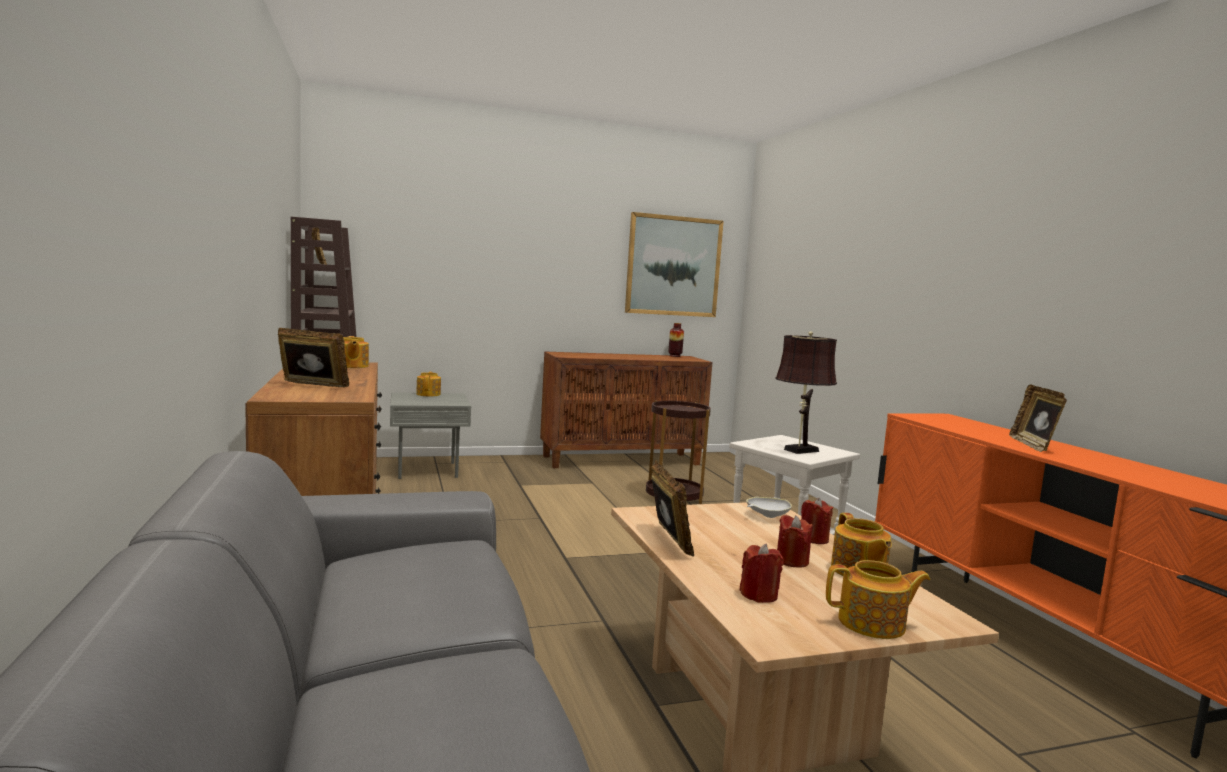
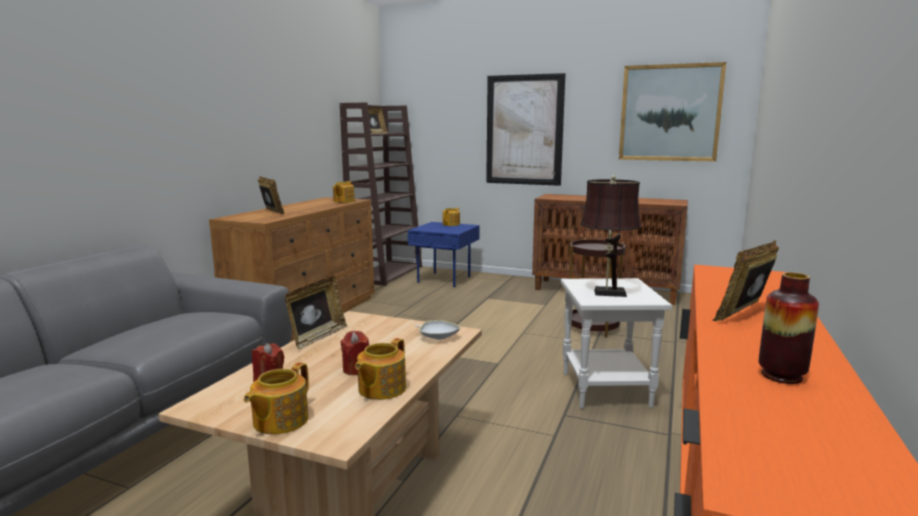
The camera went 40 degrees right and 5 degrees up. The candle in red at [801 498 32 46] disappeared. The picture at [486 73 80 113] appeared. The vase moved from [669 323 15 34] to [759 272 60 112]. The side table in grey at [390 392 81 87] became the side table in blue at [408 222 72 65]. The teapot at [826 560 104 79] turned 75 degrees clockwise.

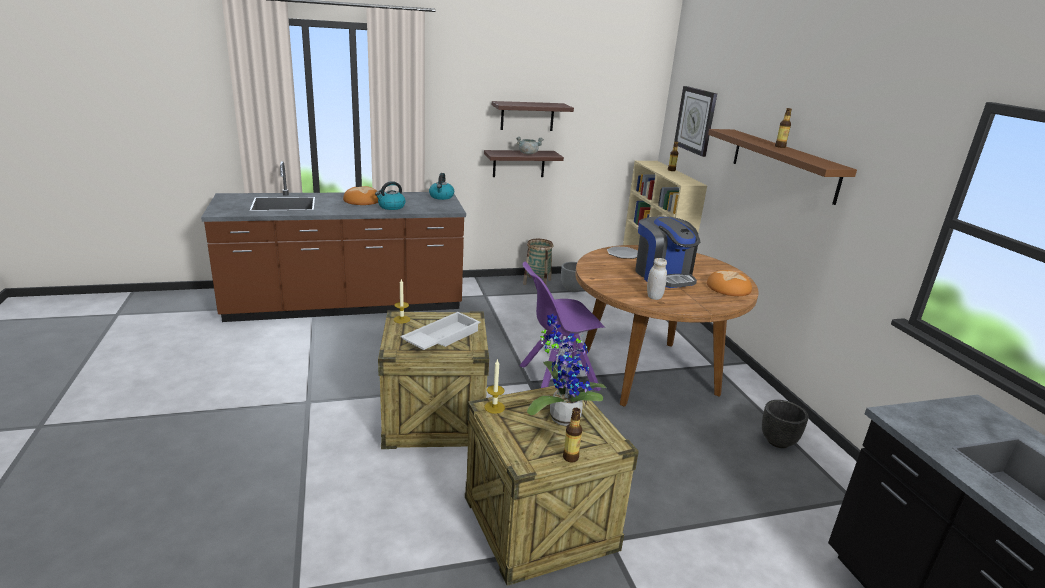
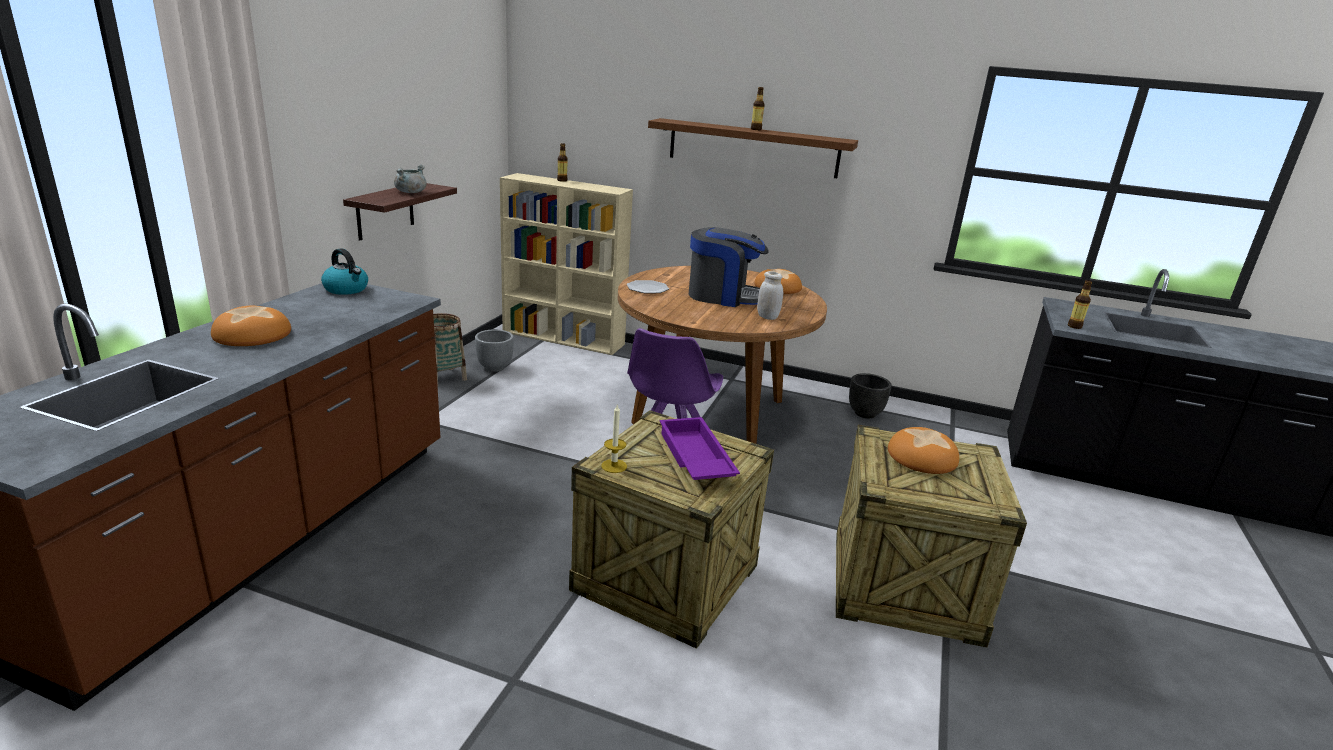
The camera went 55 degrees left and 0 degrees up. The kettle at [375 181 31 29] disappeared. The candle at [484 359 21 55] disappeared. The shelf at [492 101 82 30] disappeared. The wall clock at [674 86 43 71] disappeared. The bottle moved from [563 408 19 55] to [1068 280 24 49]. The potted plant at [527 313 80 113] was replaced by the bread at [888 427 71 47]. The tray in white at [401 312 80 38] became the tray in purple at [660 417 80 63].

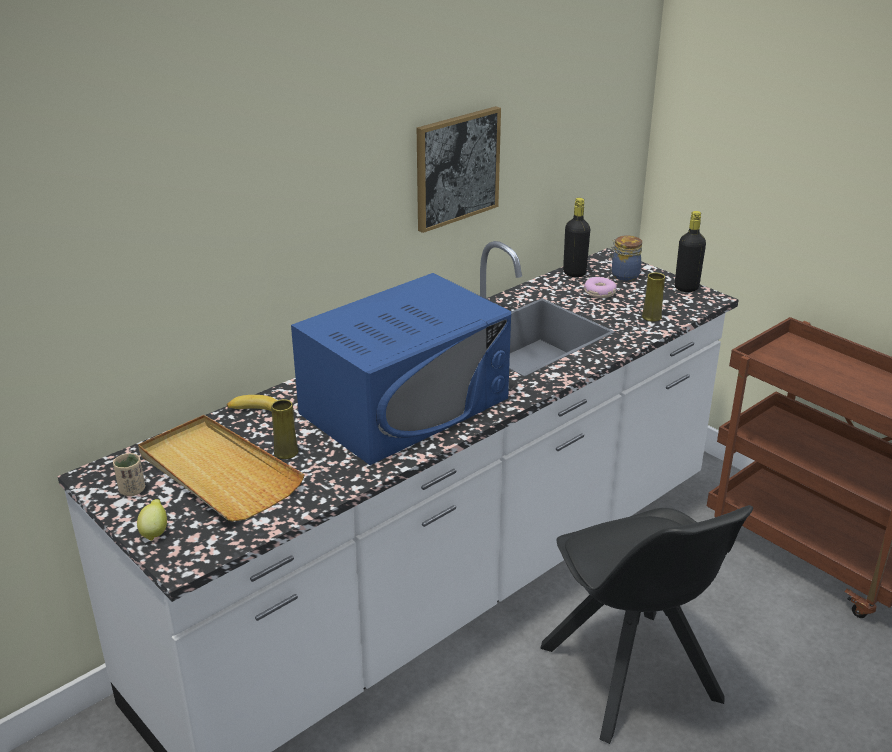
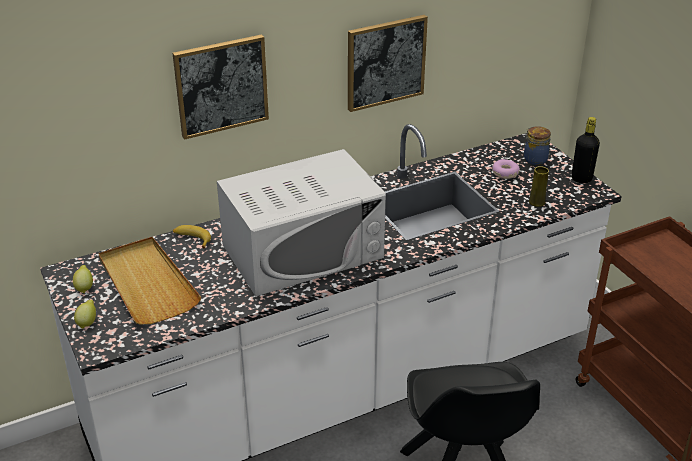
The camera went 15 degrees right and 5 degrees up. The vase in yellow at [271 399 27 60] disappeared. The bottle in black at [563 198 27 79] disappeared. The picture at [173 34 96 106] appeared. The cup in beige at [113 453 32 43] was replaced by the lemon at [73 265 20 28]. The microwave in blue at [291 273 220 192] became the microwave in white at [217 149 169 148].

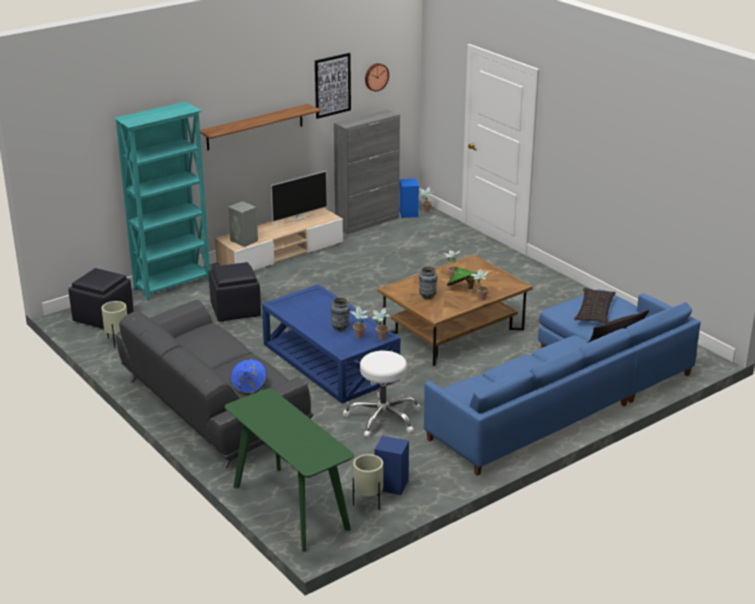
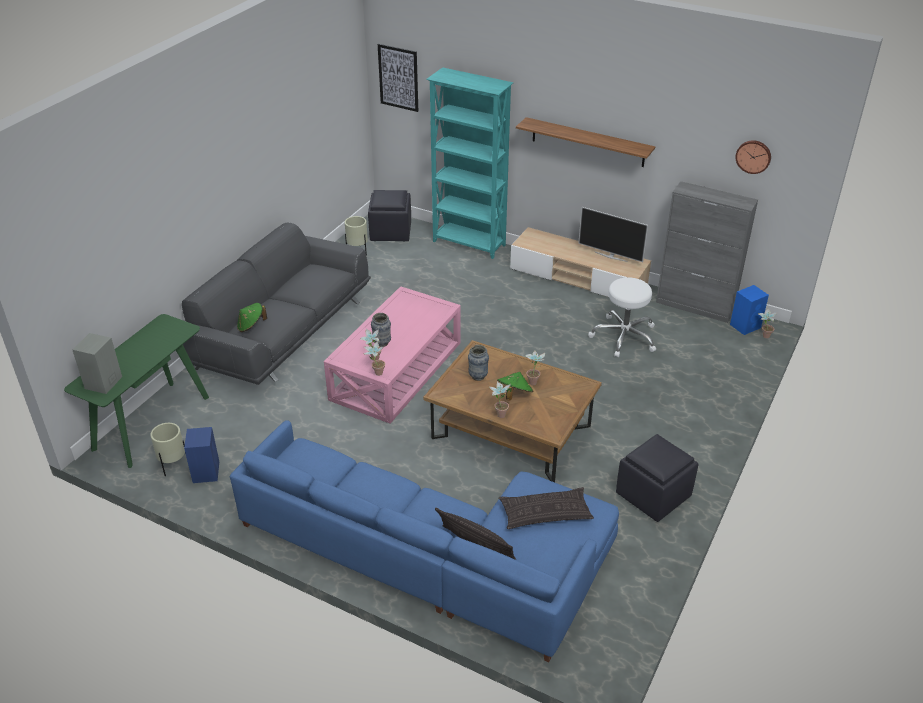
The camera went 65 degrees right and 10 degrees up. The ottoman in black moved from [208 262 53 60] to [616 434 83 88]. The speaker in grey moved from [228 201 30 46] to [73 333 49 61]. The picture moved from [315 53 36 66] to [378 44 40 68]. The stool in white moved from [343 351 78 87] to [588 277 68 80]. The hat in blue at [230 359 37 35] became the hat in green at [237 303 30 29]. The coffee table in blue at [262 284 138 119] became the coffee table in pink at [324 286 137 138].

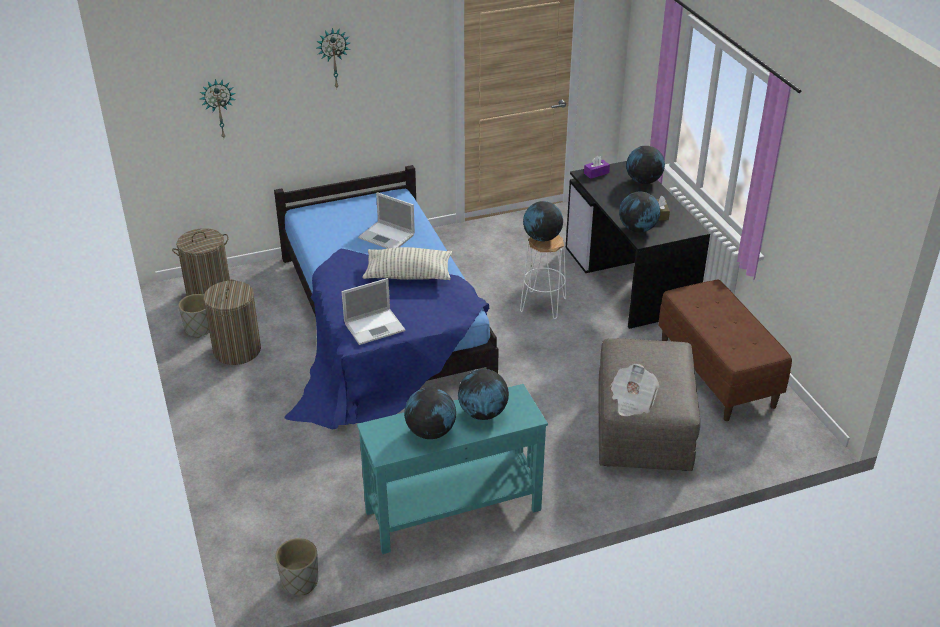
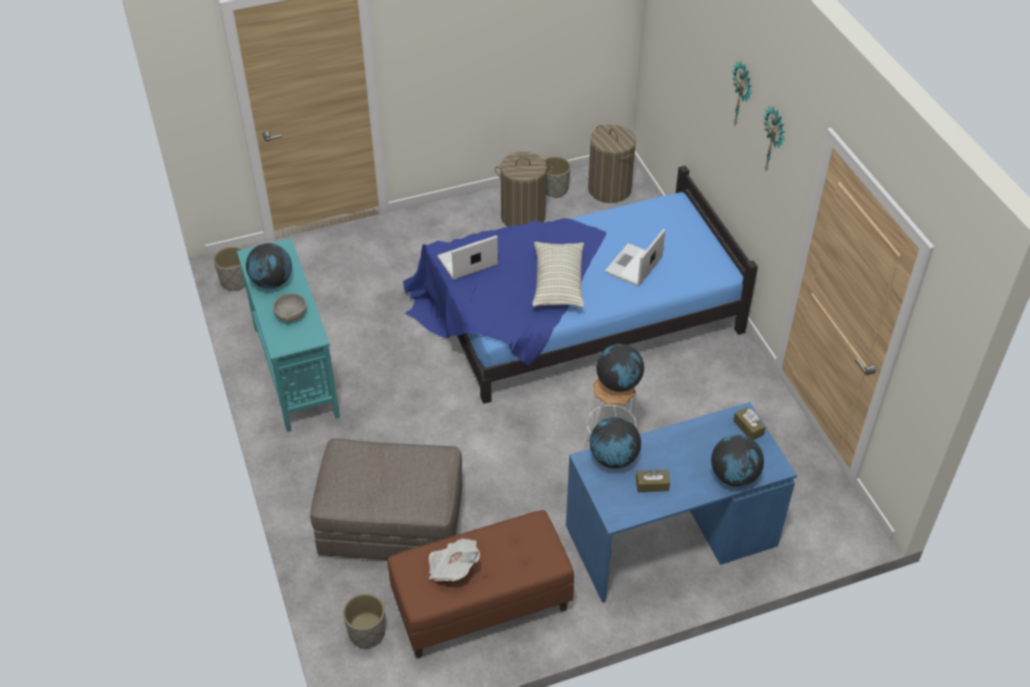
The camera went 90 degrees right and 10 degrees up. The planter in grey at [343 593 42 56] appeared. The wall clock moved from [199 79 37 59] to [764 107 21 63]. The newspaper moved from [610 364 49 52] to [429 538 51 43]. The globe at [458 369 51 51] was replaced by the bowl in grey at [273 293 34 29]. The desk in black at [566 161 144 168] became the desk in blue at [566 402 231 201]. The tissue box in purple at [584 156 26 23] became the tissue box in brown at [733 407 33 33]. The laptop at [342 278 64 67] turned 90 degrees clockwise.

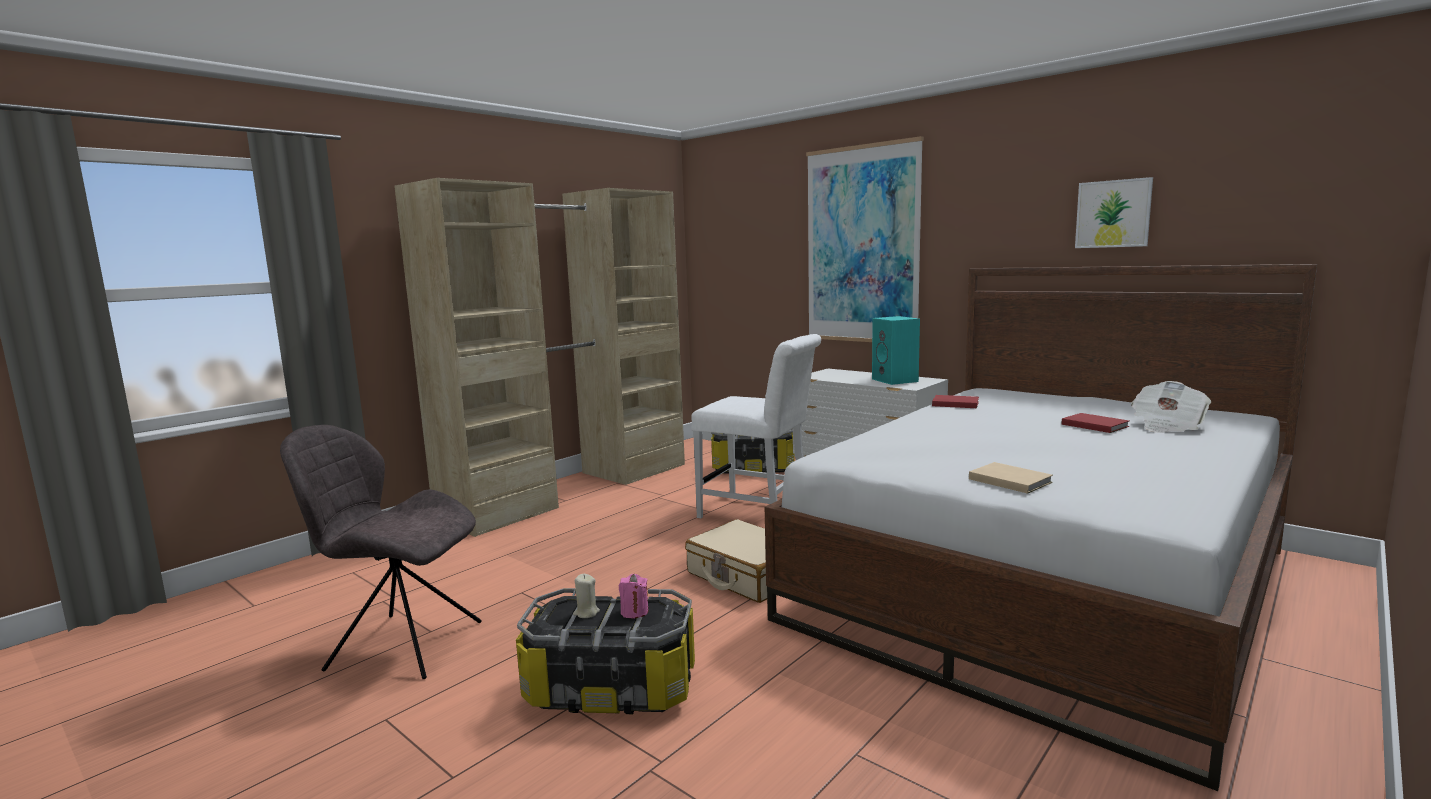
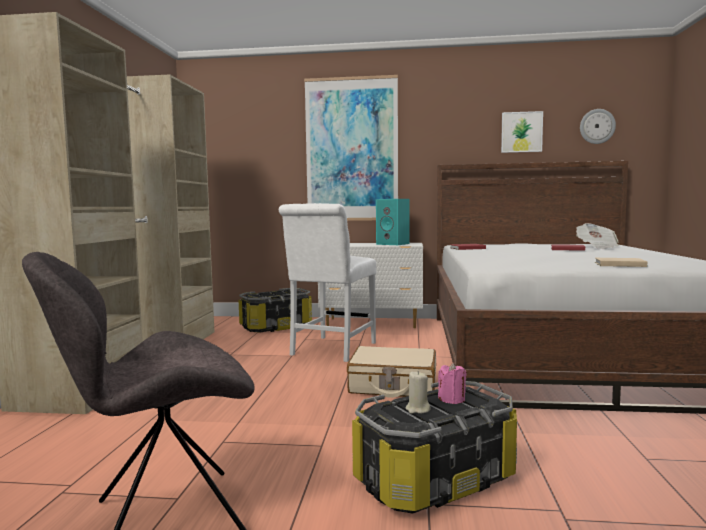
The camera went 35 degrees left and 5 degrees down. The wall clock at [580 109 36 35] appeared. The chair in white at [691 334 130 184] turned 120 degrees clockwise.

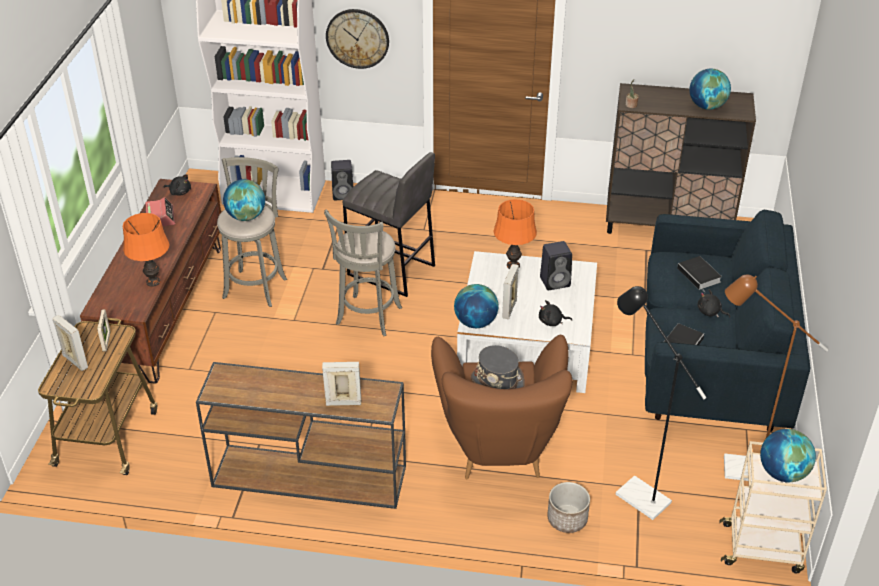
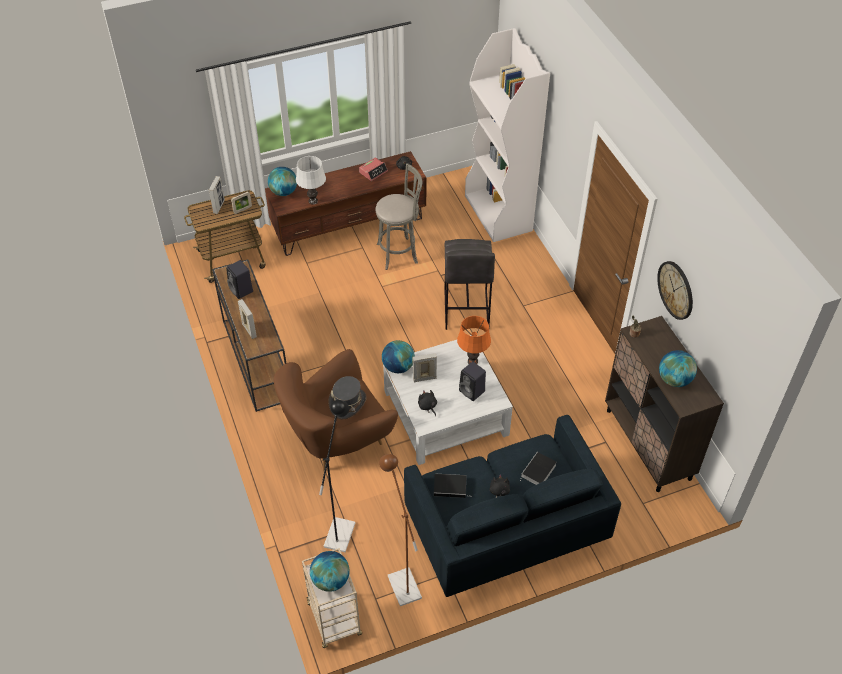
The camera went 60 degrees right and 10 degrees up. The stool in grey at [324 210 78 126] disappeared. The planter at [547 482 43 51] disappeared. The globe moved from [223 179 42 42] to [268 167 29 29]. The wall clock moved from [326 9 63 60] to [657 261 36 59]. The speaker in black moved from [331 160 22 40] to [226 260 27 39]. The table lamp in orange at [123 213 46 74] became the table lamp in white at [296 156 30 49].

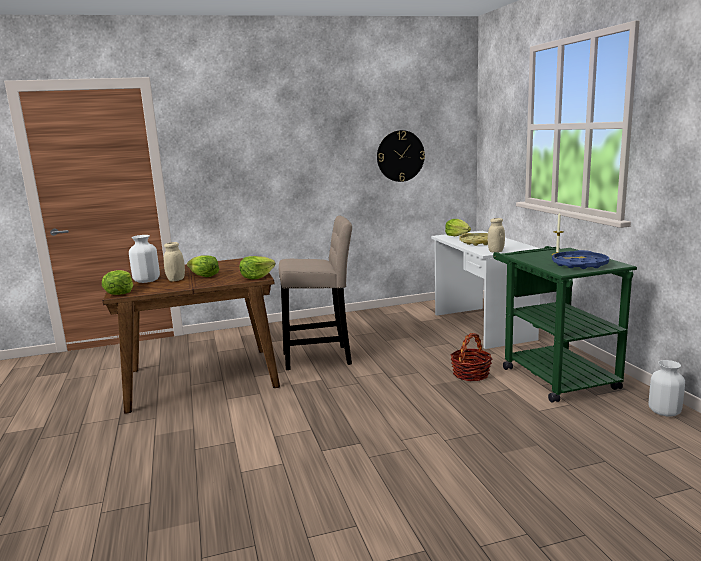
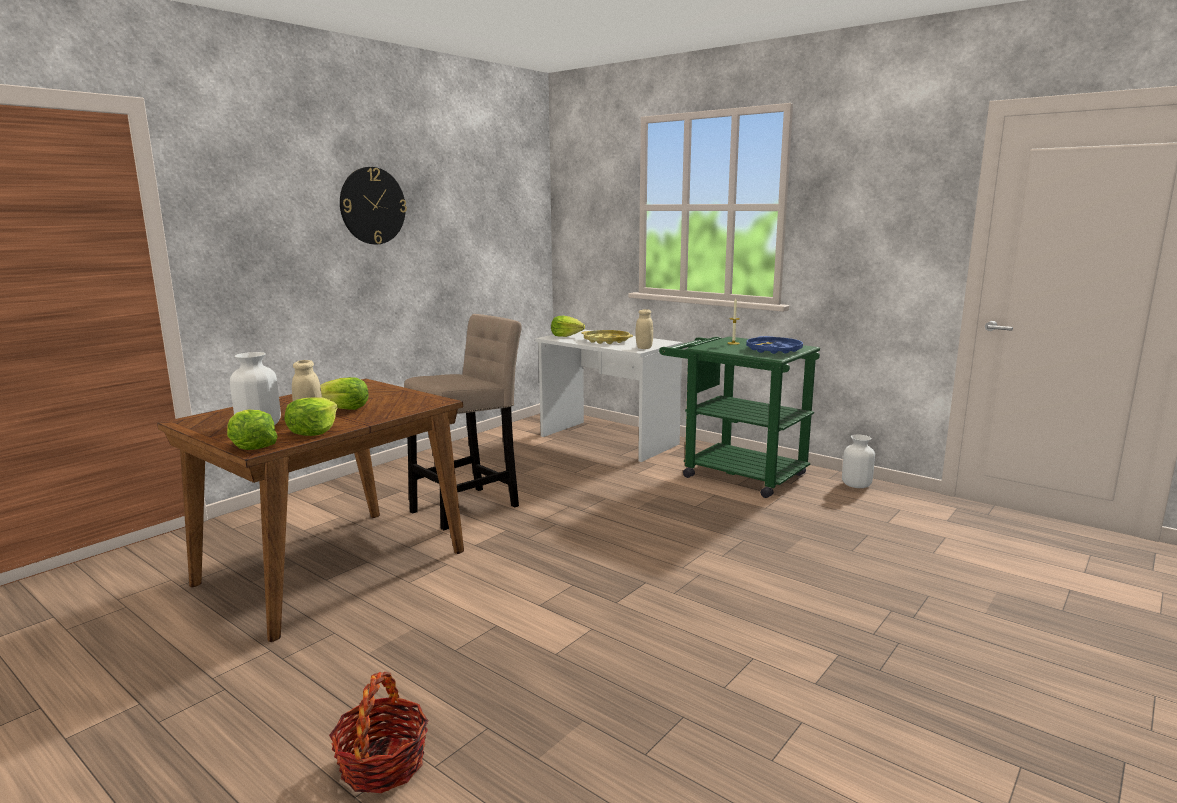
The camera went 35 degrees left and 0 degrees up. The lettuce moved from [240 256 36 23] to [284 397 53 39]. The wall clock moved from [377 130 48 52] to [340 167 67 77]. The basket moved from [450 333 42 48] to [329 672 99 121].

